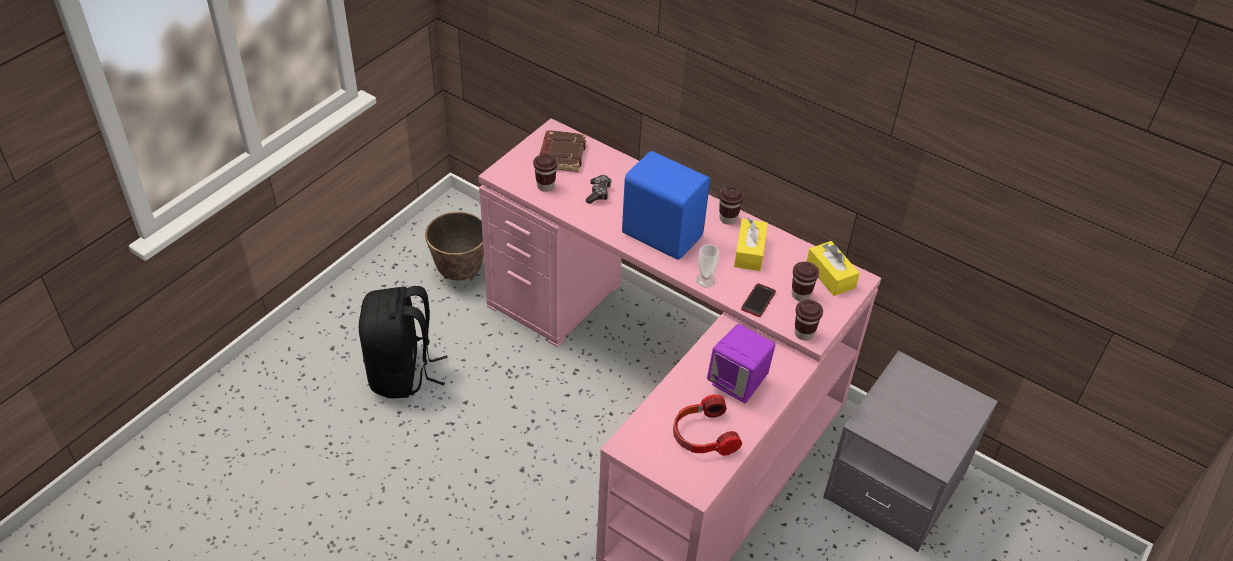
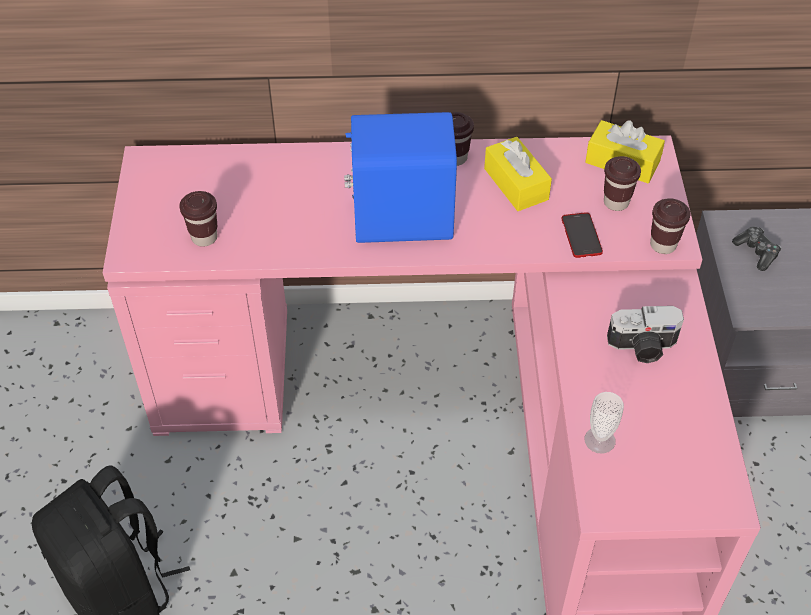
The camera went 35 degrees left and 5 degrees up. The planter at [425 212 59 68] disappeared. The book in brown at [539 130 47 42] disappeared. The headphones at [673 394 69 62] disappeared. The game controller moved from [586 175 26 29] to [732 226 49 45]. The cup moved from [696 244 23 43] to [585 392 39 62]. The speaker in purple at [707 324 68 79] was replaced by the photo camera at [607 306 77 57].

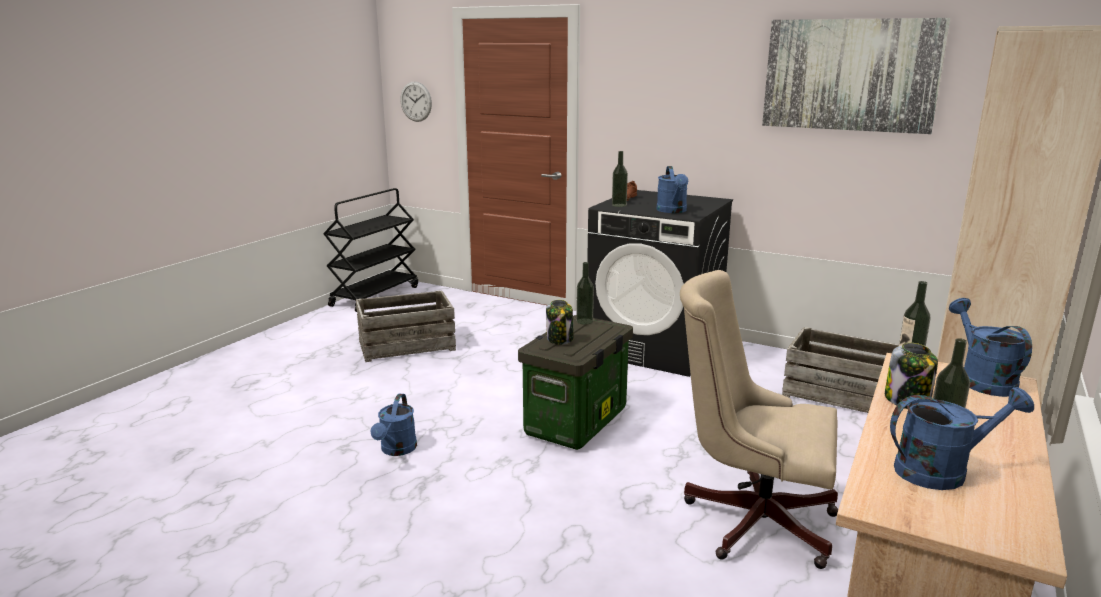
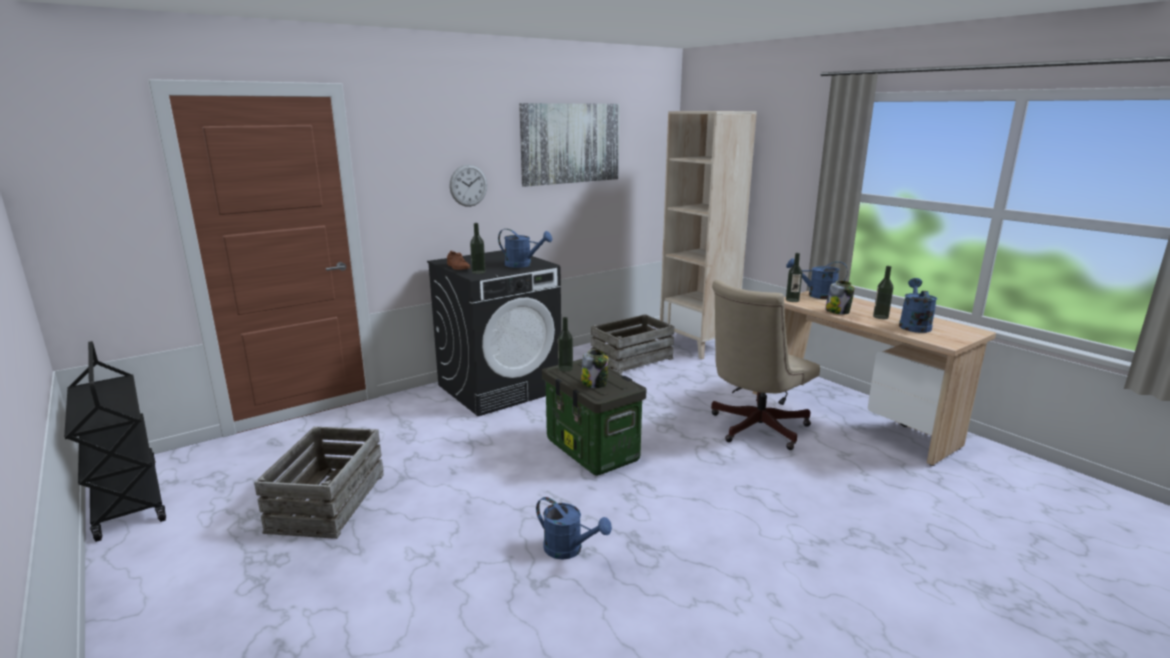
The camera went 65 degrees left and 0 degrees up. The wall clock moved from [400 81 32 41] to [449 164 38 43].

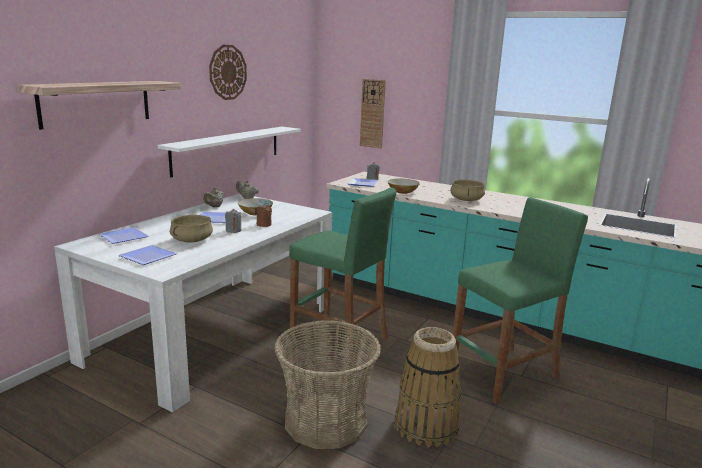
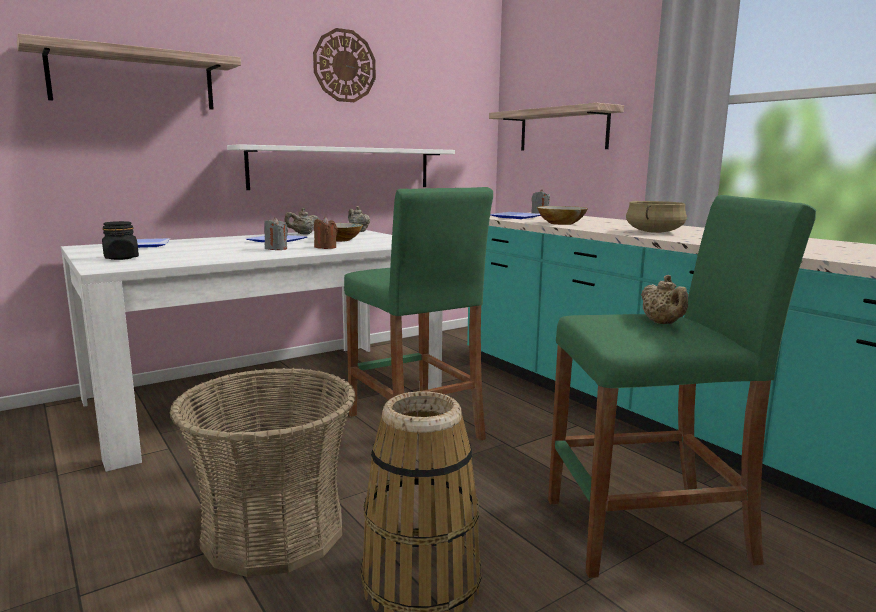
The camera went 25 degrees right and 5 degrees down. The cooking pot in beige at [170 215 43 28] disappeared. The teapot in beige at [641 275 47 49] appeared. The plate at [118 245 59 20] was replaced by the jar in black at [102 221 37 39]. The wall clock at [360 79 26 70] was replaced by the shelf at [489 103 135 48].

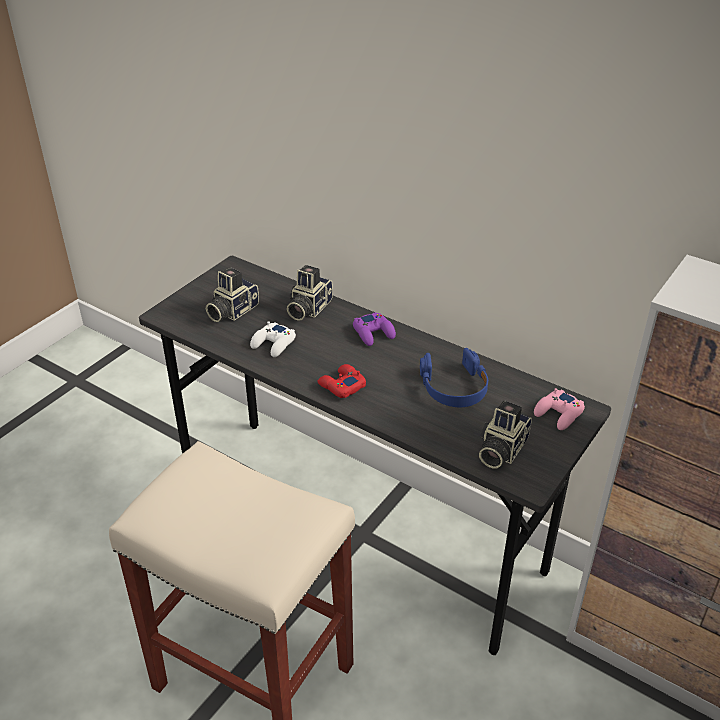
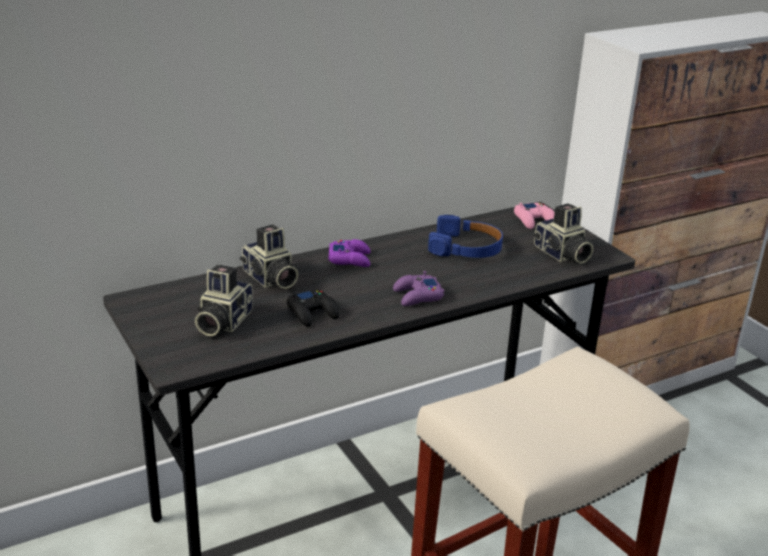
The camera went 65 degrees left and 10 degrees down. The game controller in white at [250 321 46 36] became the game controller in black at [287 289 53 38]. The game controller in red at [318 364 48 34] became the game controller in purple at [393 271 51 35]. The photo camera at [206 267 53 55] turned 45 degrees clockwise.

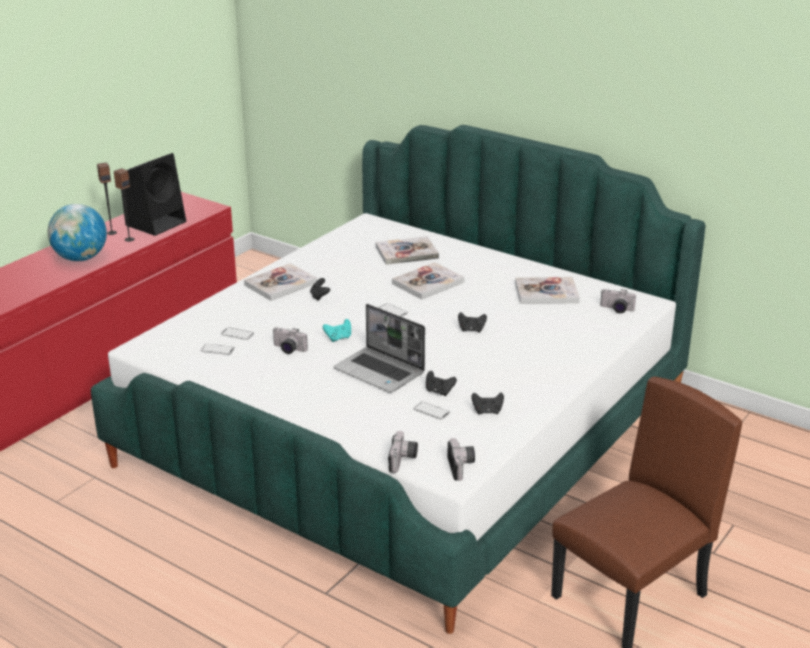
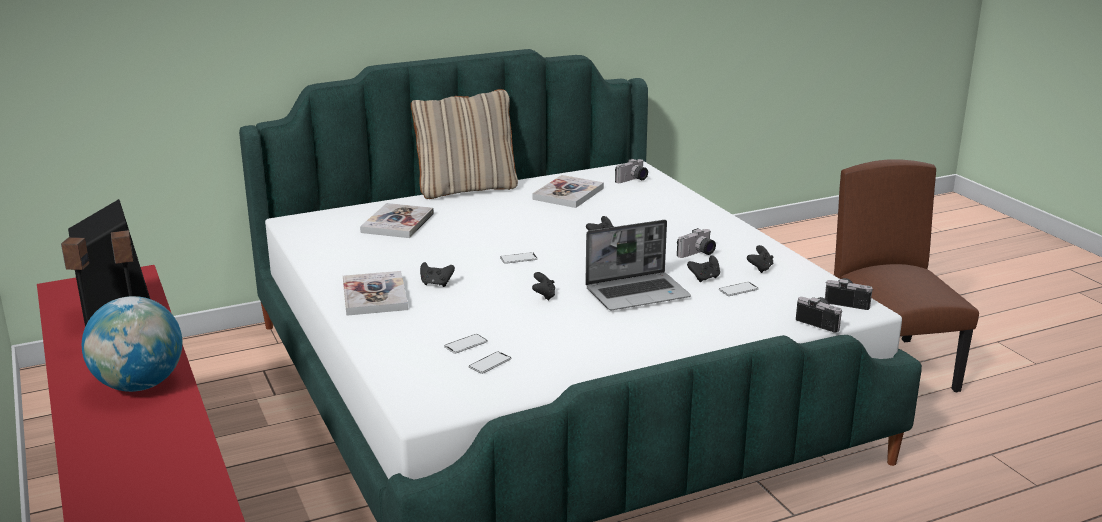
The camera went 60 degrees left and 5 degrees down. The book at [392 262 73 38] disappeared. The pillow in beige at [411 89 107 110] appeared. The photo camera moved from [273 327 35 27] to [677 228 39 30]. The game controller in turquoise at [323 319 28 23] became the game controller in black at [532 272 23 28].

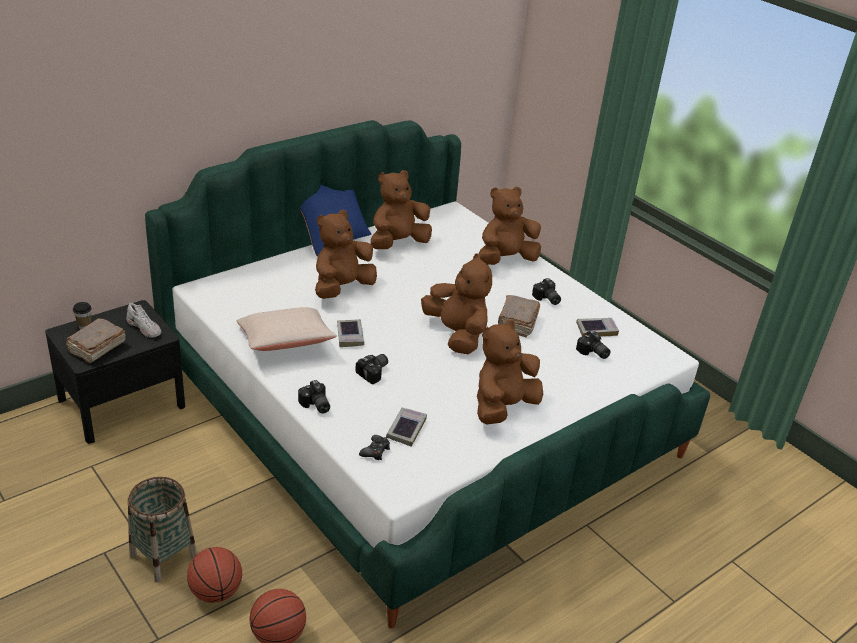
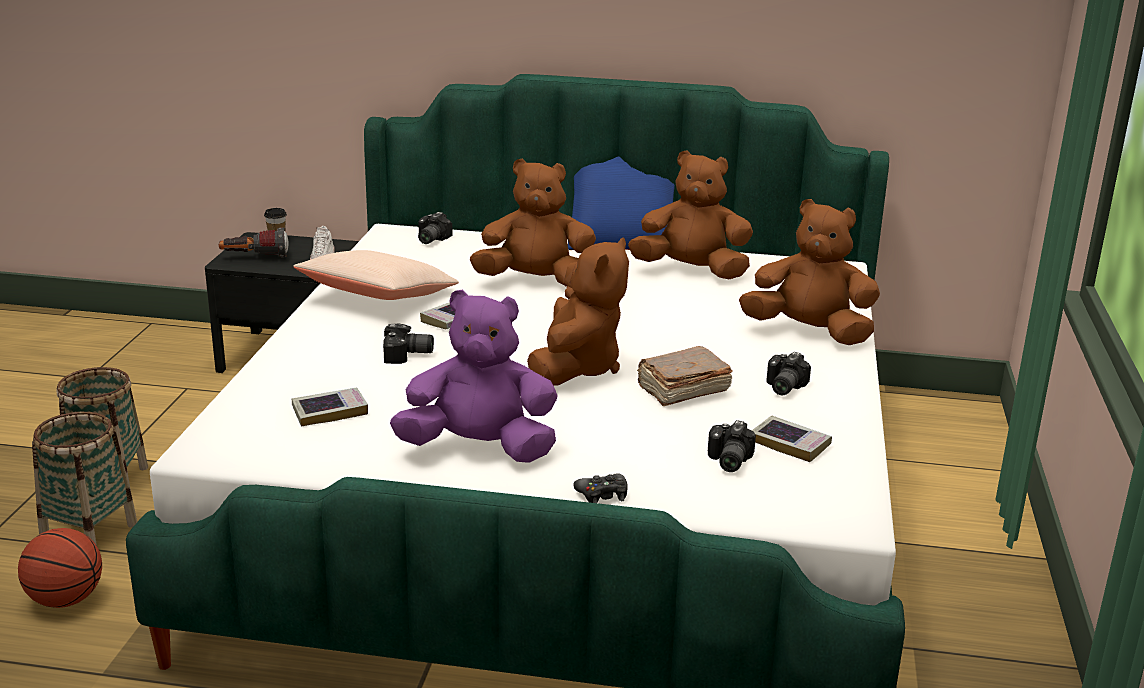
The camera went 50 degrees right and 10 degrees down. The photo camera moved from [298 380 32 33] to [418 212 35 32]. The game controller in black moved from [359 435 31 25] to [573 474 55 29]. The book in brown at [66 318 60 46] was replaced by the flashlight at [219 227 70 30]. The basketball at [187 547 55 56] was replaced by the basket at [32 412 105 134]. The plush toy in brown at [477 320 66 104] became the plush toy in purple at [390 290 168 173].

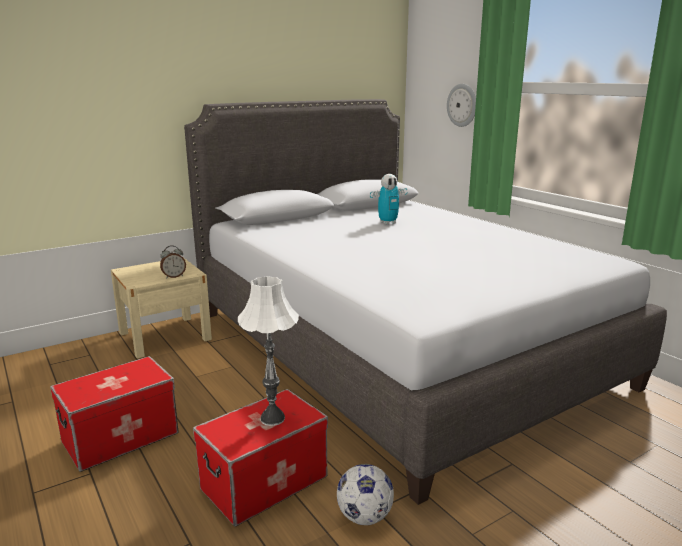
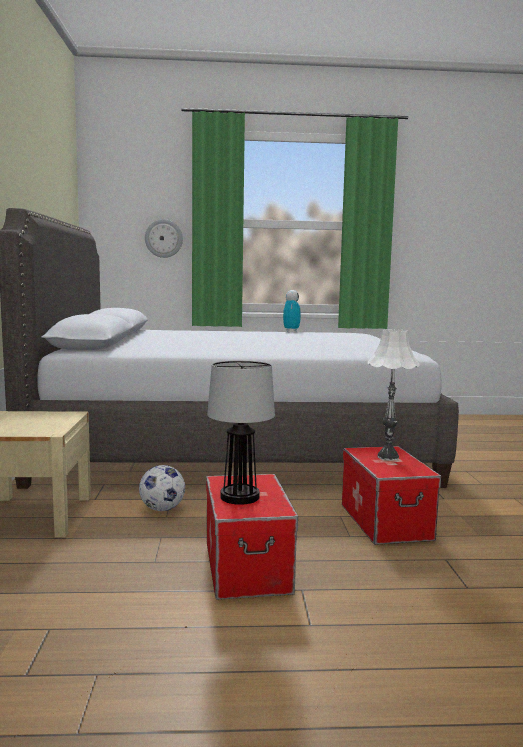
The camera went 60 degrees left and 10 degrees down. The alarm clock at [160 245 26 33] disappeared. The table lamp at [207 360 68 145] appeared. The football moved from [337 464 57 61] to [139 465 46 46]. The toy robot moved from [370 174 37 50] to [283 290 18 42].

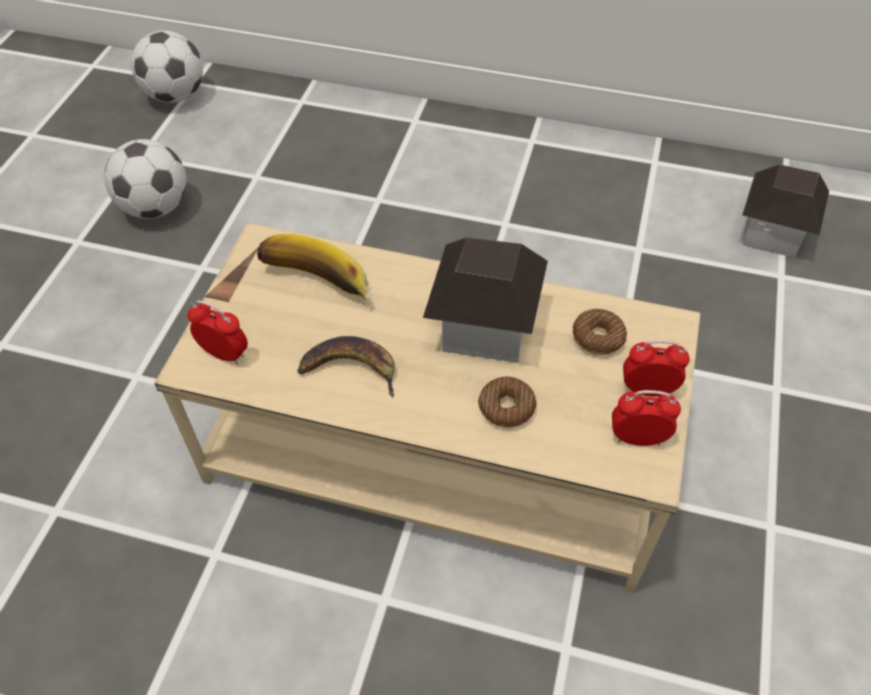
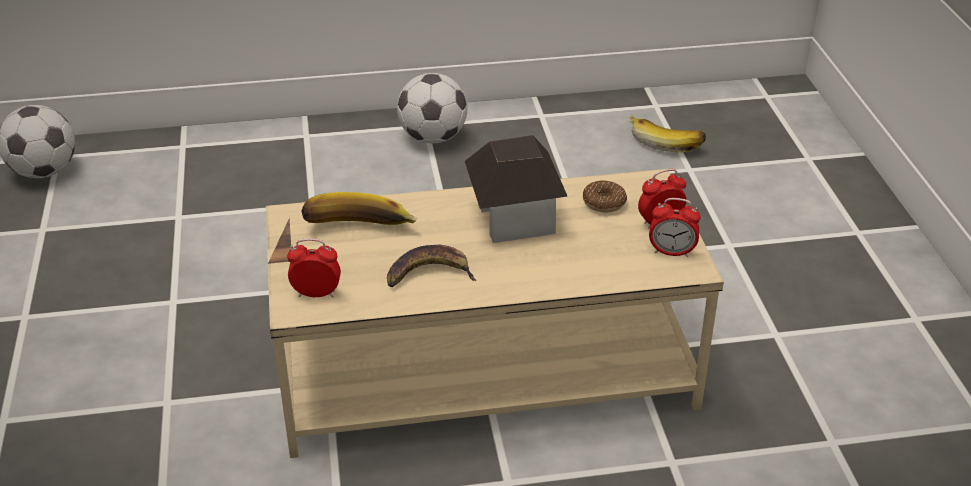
The camera went 25 degrees left and 15 degrees down. The donut at [478 377 58 51] disappeared. The football moved from [104 139 83 80] to [397 73 71 71]. The toy house at [742 164 87 94] was replaced by the banana at [629 115 77 38]. The alarm clock at [612 390 69 56] turned 150 degrees counterclockwise.

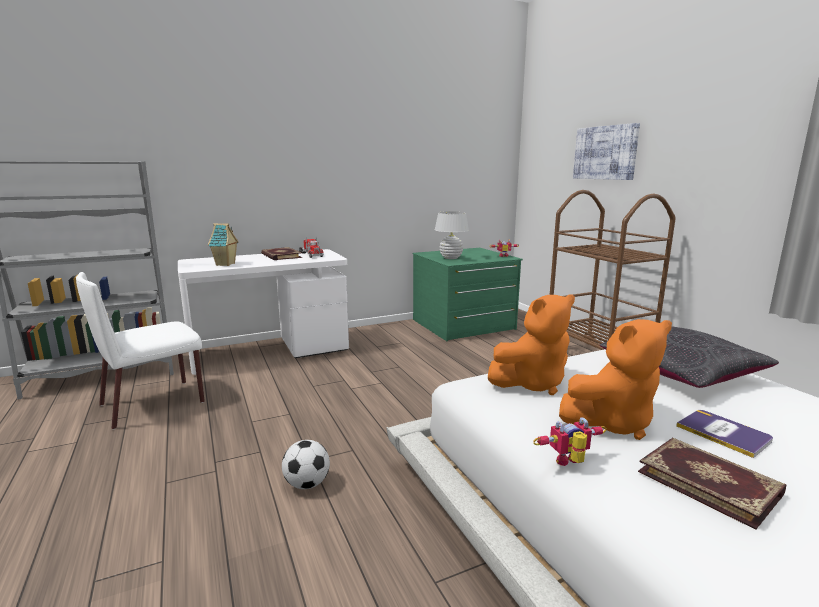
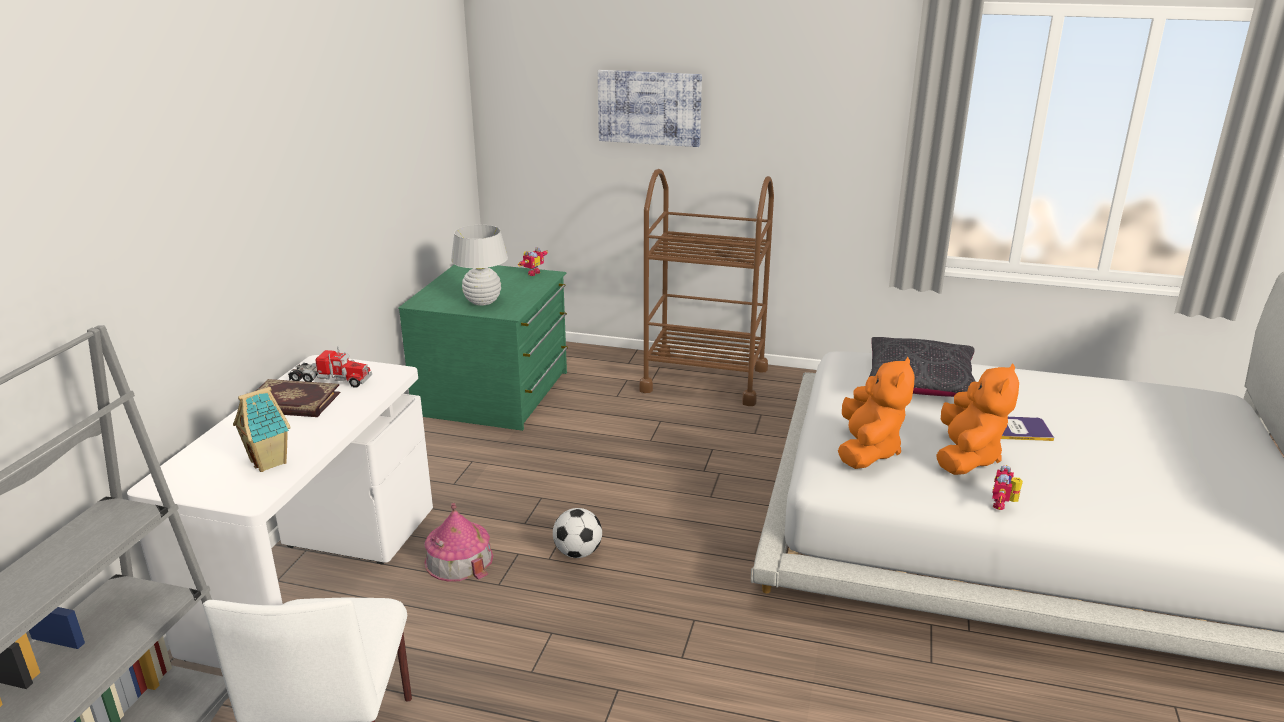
The camera went 50 degrees left and 10 degrees up. The book at [638 438 148 92] disappeared. The toy house at [424 503 69 79] appeared. The football moved from [282 440 48 49] to [553 508 49 50].

